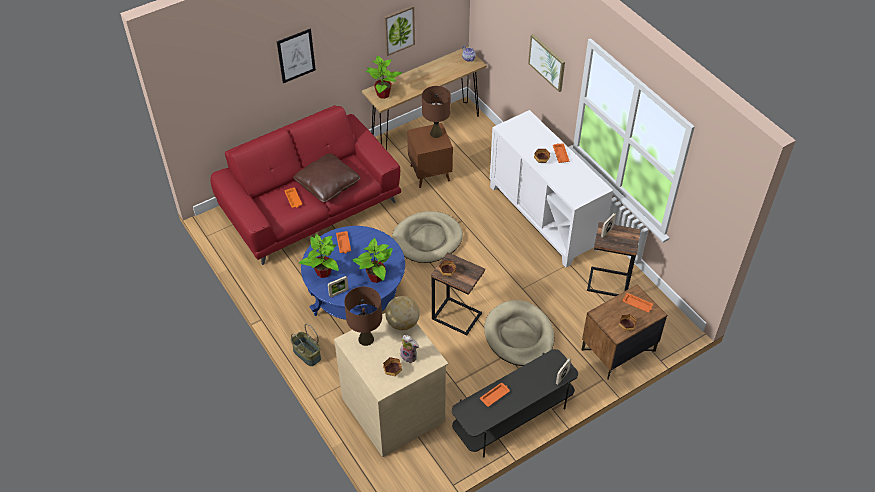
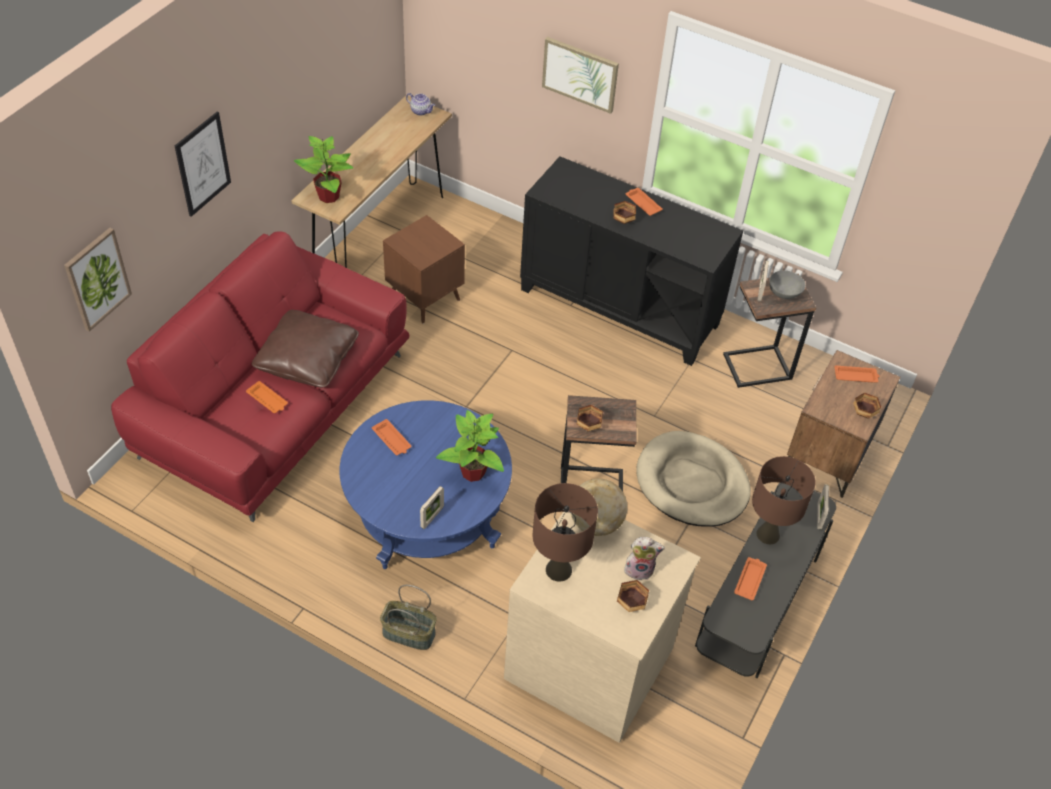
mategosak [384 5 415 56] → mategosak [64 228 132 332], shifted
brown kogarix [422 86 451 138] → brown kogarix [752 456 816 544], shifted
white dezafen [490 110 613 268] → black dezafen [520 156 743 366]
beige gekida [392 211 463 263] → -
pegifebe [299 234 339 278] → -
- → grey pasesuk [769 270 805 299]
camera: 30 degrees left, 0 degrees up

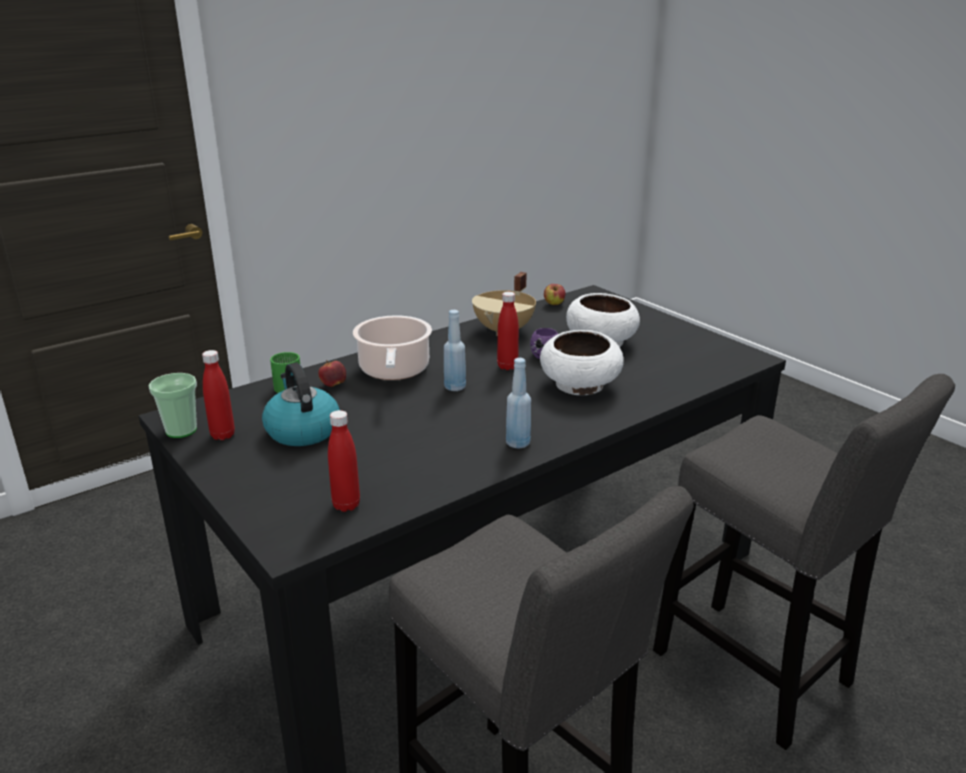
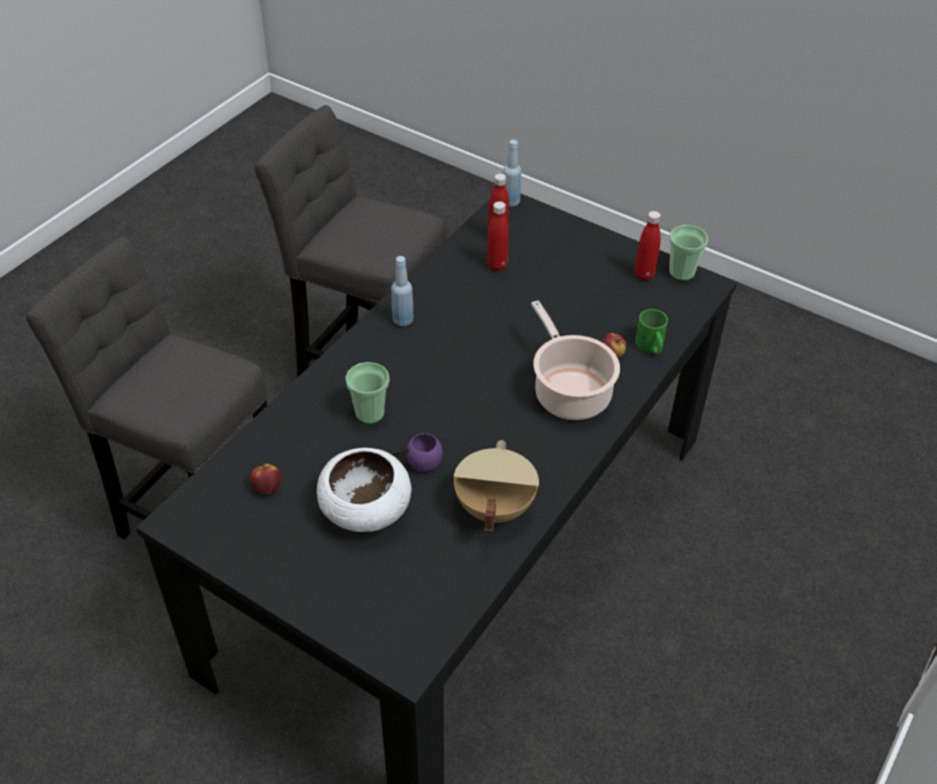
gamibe [544 284 566 305] → gamibe [250 463 281 494], shifted
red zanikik [497 292 519 370] → red zanikik [487 201 509 271], shifted
blue zanikik [444 310 466 391] → blue zanikik [503 140 521 207], shifted
white pasesuk [540 330 624 395] → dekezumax [345 362 389 424]
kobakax [262 363 340 446] → -
camera: 160 degrees right, 20 degrees up

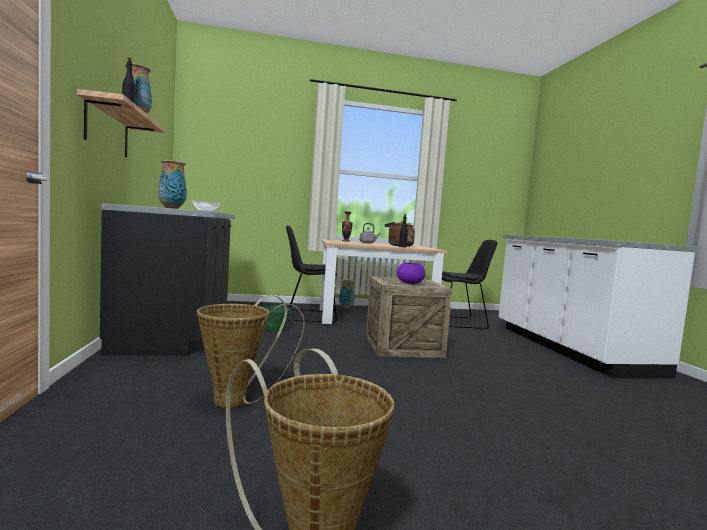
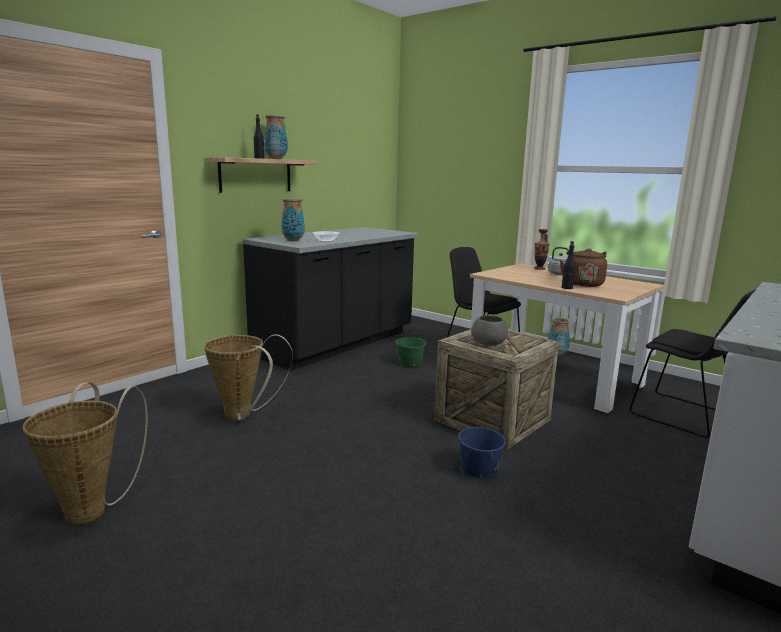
purple pasesuk [397 263 425 284] → grey pasesuk [471 315 508 346]
- → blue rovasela [458 415 506 479]
camera: 50 degrees right, 10 degrees up

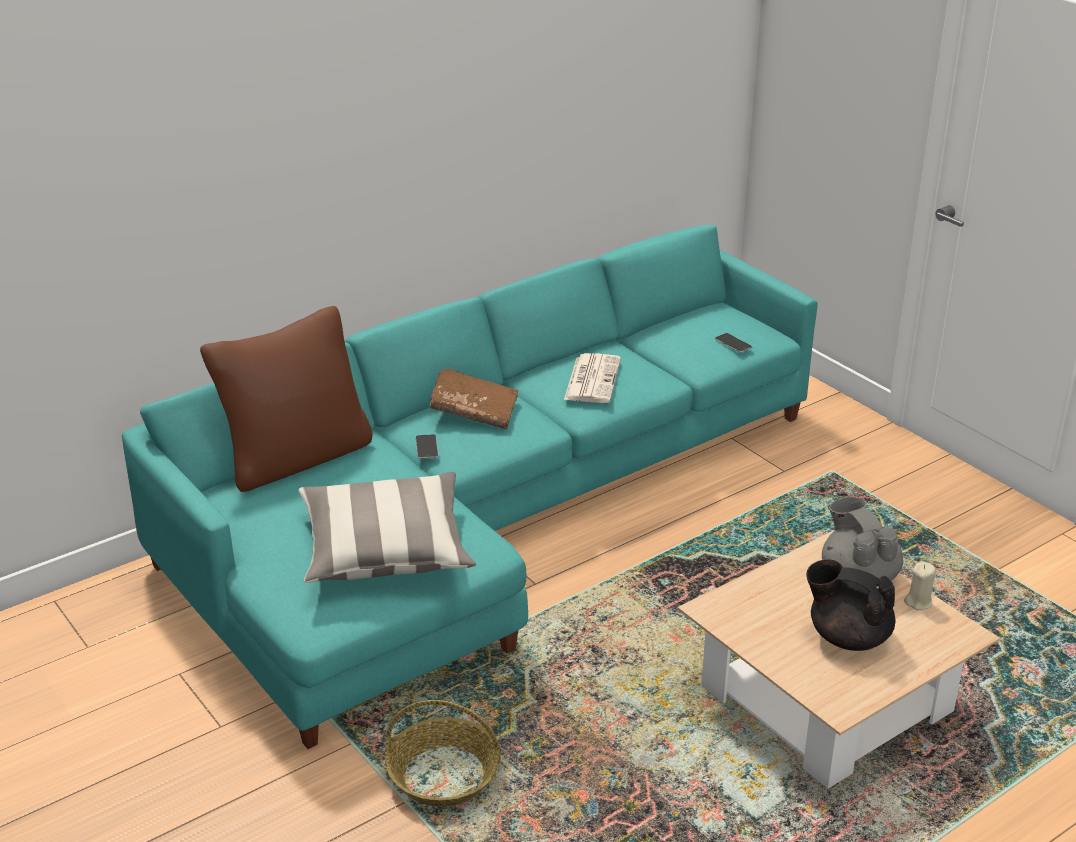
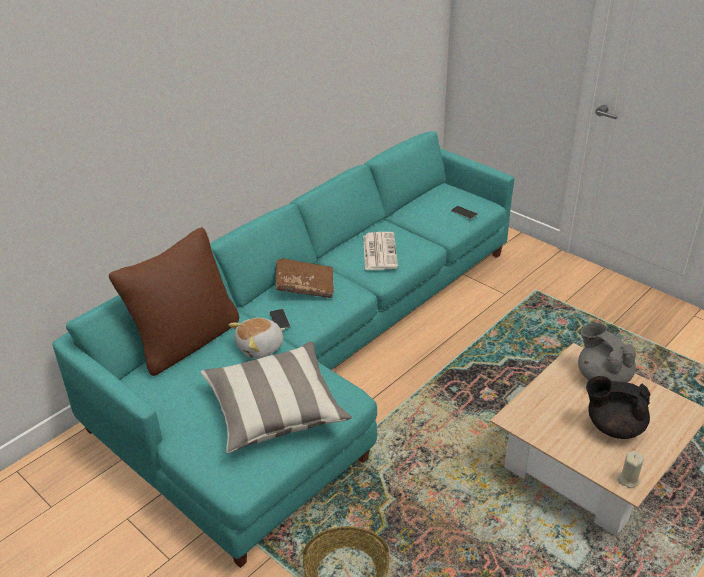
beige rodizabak [904 562 936 610] → beige rodizabak [617 451 644 488], shifted
- → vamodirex [229 318 285 359]
camera: 10 degrees left, 5 degrees up

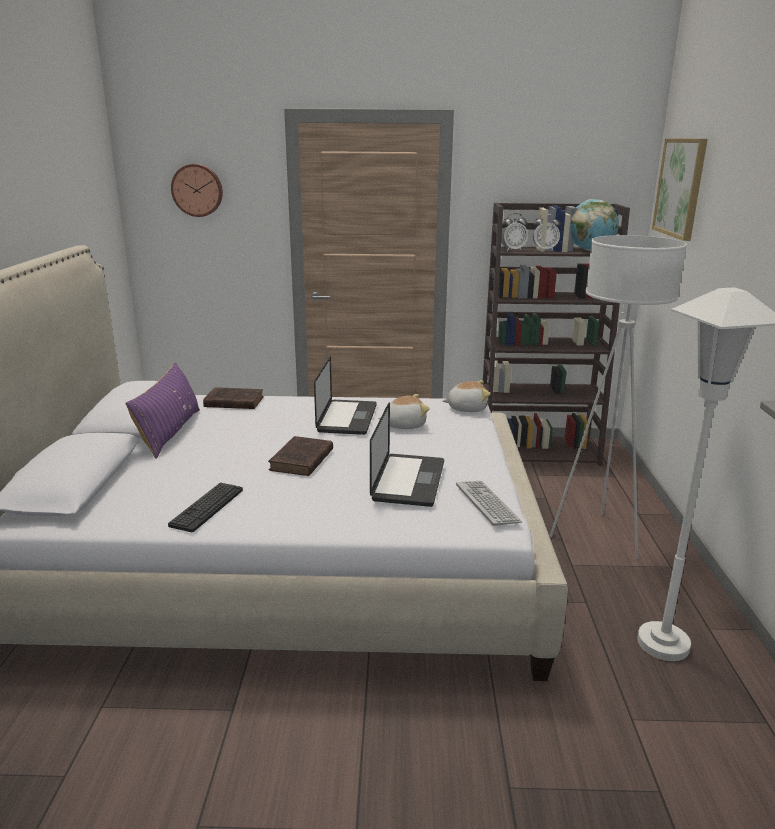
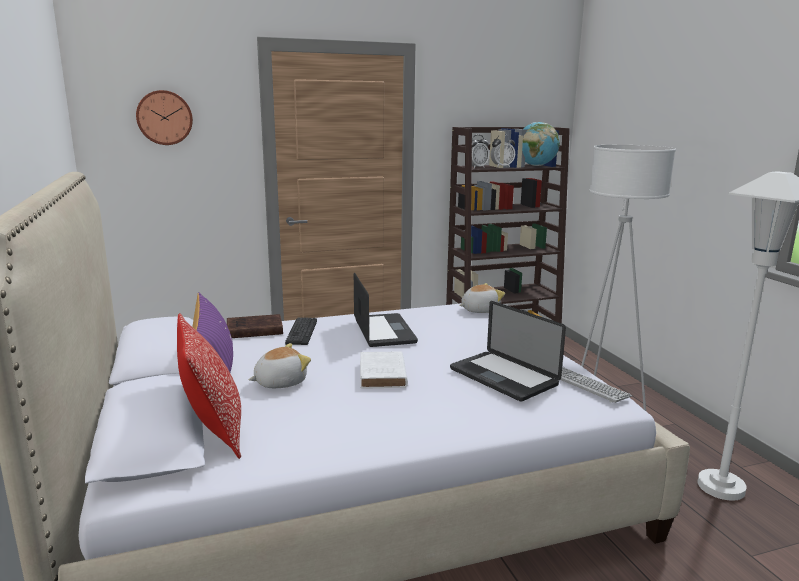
mategosak [652 138 708 241] → -
vamodirex [378 394 430 429] → vamodirex [249 343 311 388], shifted
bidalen [370 402 444 507] → bidalen [450 301 566 401], 150 degrees clockwise
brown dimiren [268 436 333 476] → white dimiren [360 351 408 389]
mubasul [168 482 243 532] → mubasul [285 318 317 345], shifted
- → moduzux [177 313 241 459]
camera: 20 degrees left, 5 degrees down

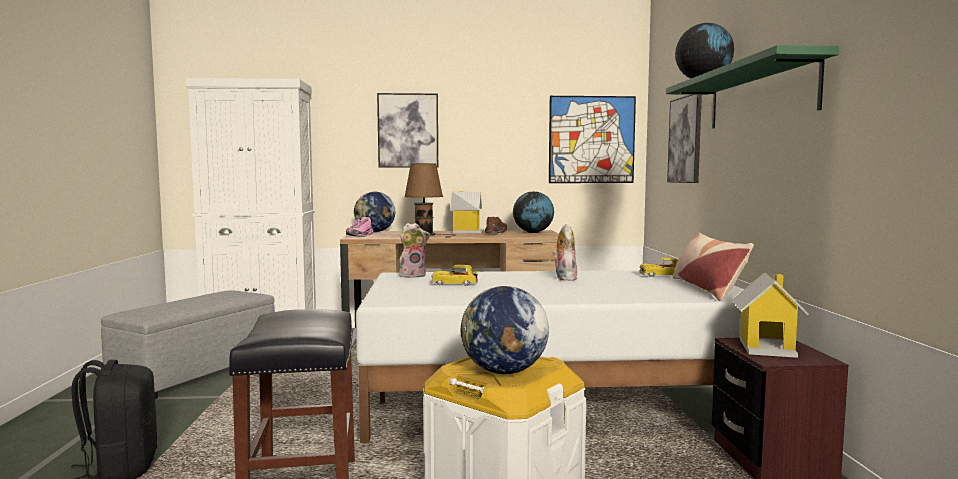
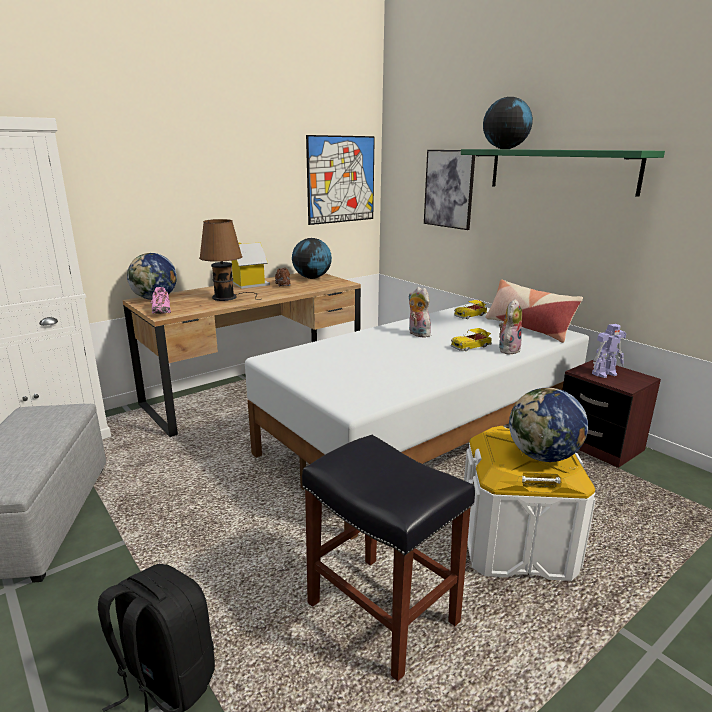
mategosak [377 93 438 168] → -
vamodirex [399 223 430 278] → vamodirex [499 299 522 355], shifted
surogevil [431 265 479 286] → surogevil [451 328 492 351], shifted
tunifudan [732 273 809 358] → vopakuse [592 324 626 378]
camera: 35 degrees left, 15 degrees up

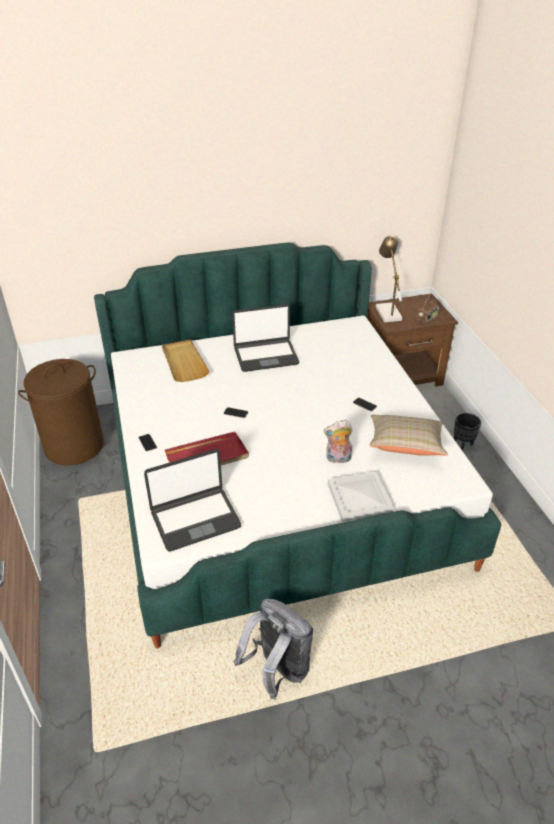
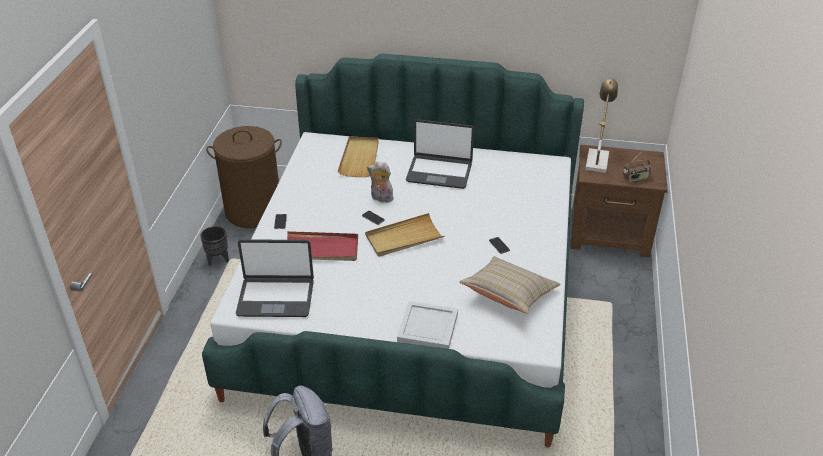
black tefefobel [454 413 481 451] → black tefefobel [200 226 229 266], shifted
vamodirex [323 420 352 463] → vamodirex [367 161 395 203], shifted
- → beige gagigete [365 213 445 257]
camera: 25 degrees right, 0 degrees up

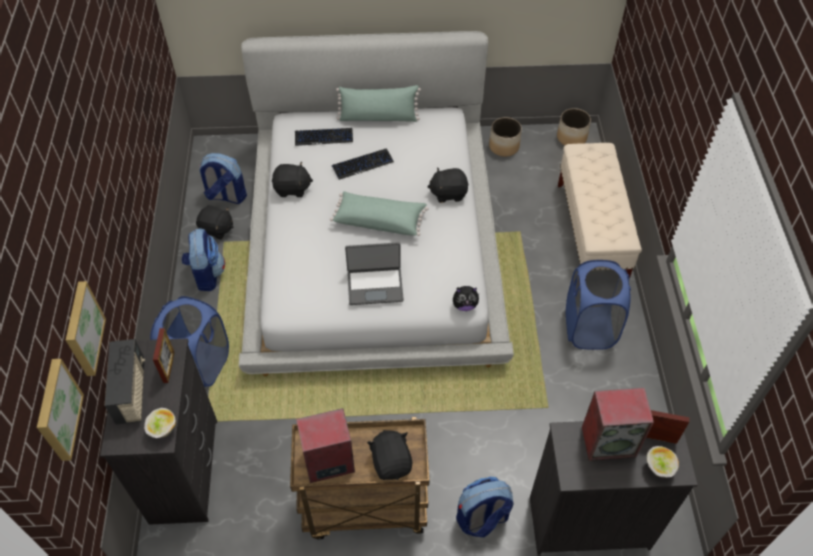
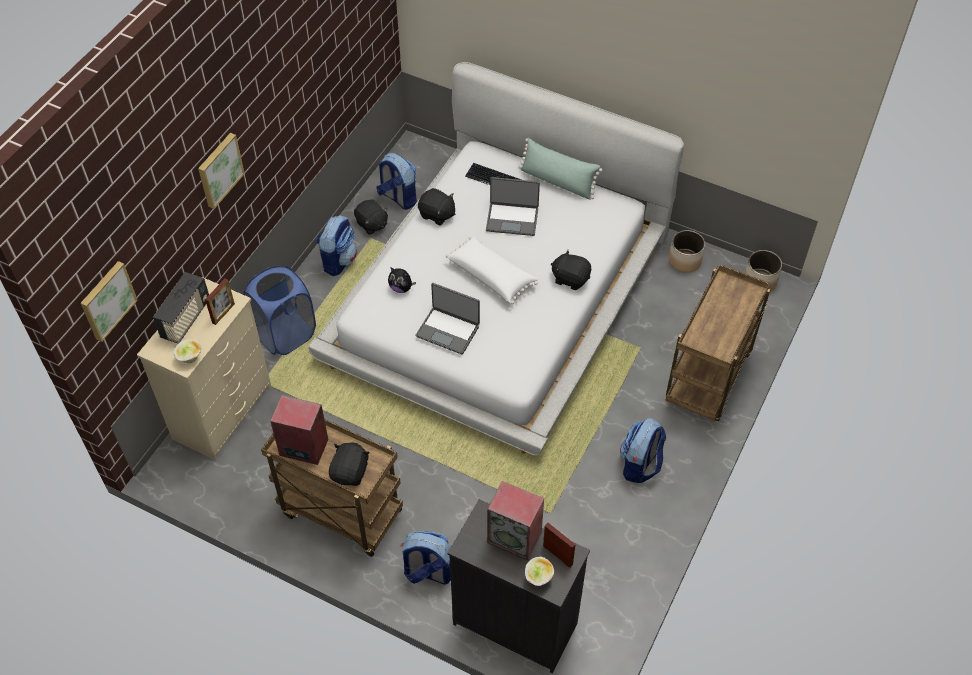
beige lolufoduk [558 143 642 279] → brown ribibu [665 264 771 421]
mubasul [332 148 394 180] → bidalen [486 177 540 236]
green moduzux [330 191 428 236] → white moduzux [446 236 538 304]
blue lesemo [566 260 631 350] → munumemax [620 418 666 483]
mategosak [66 281 106 376] → mategosak [198 133 245 209], shifted
vamodirex [453 286 480 311] → vamodirex [388 267 416 293], shifted
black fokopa [100 338 217 525] → beige fokopa [137 277 271 460]
camera: 30 degrees right, 0 degrees up

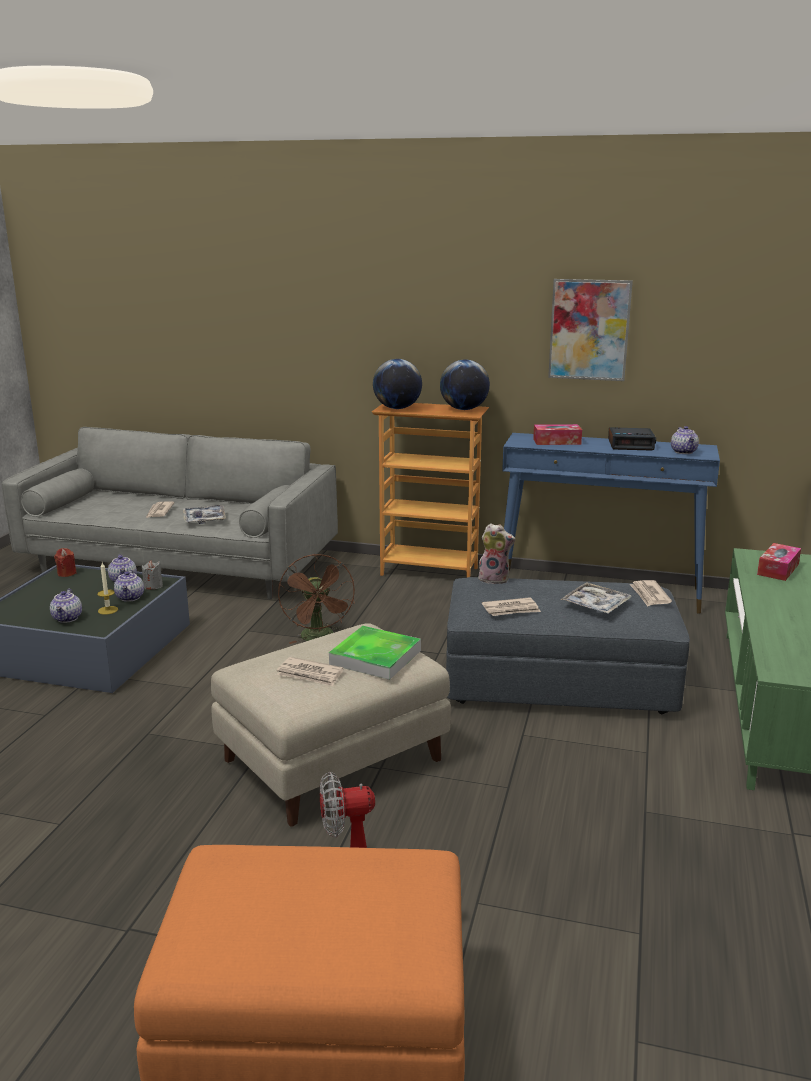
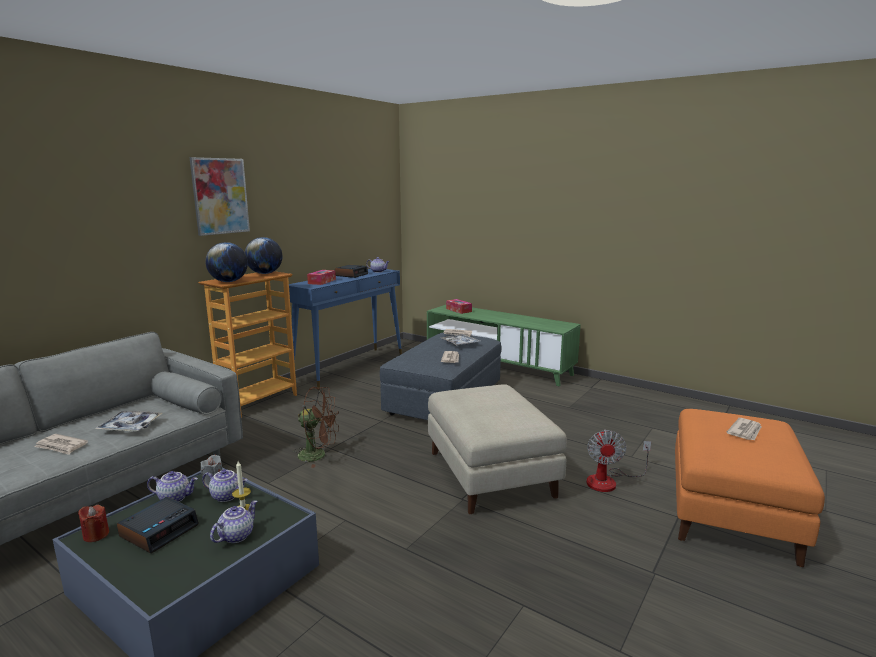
mategosak [548 279 633 381] → mategosak [190 157 250 236], shifted
vamodirex [477 523 516 584] → -
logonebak [50 589 82 623] → logonebak [210 501 257 543], 75 degrees counterclockwise
gagigete [329 626 421 680] → -
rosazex [277 657 344 687] → rosazex [726 418 761 440], shifted
- → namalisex [117 497 199 553]
camera: 70 degrees left, 5 degrees down

